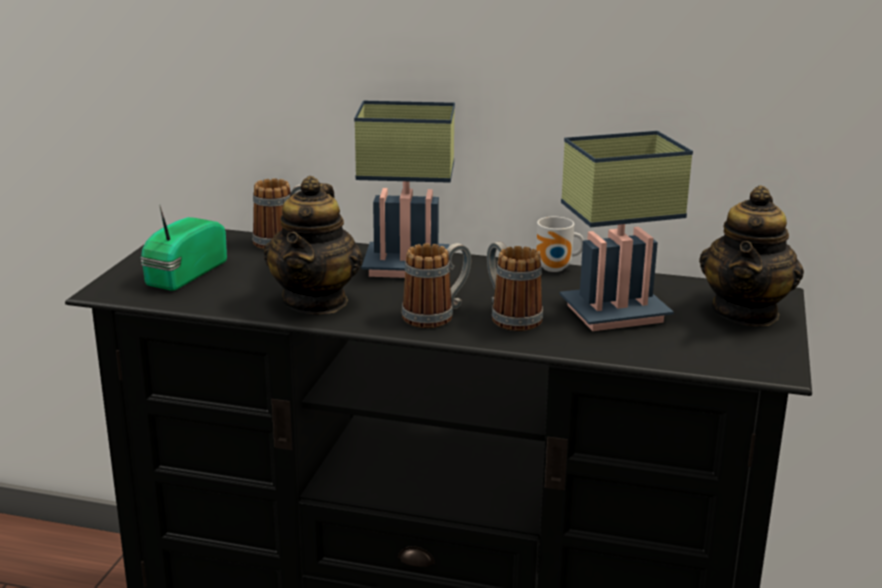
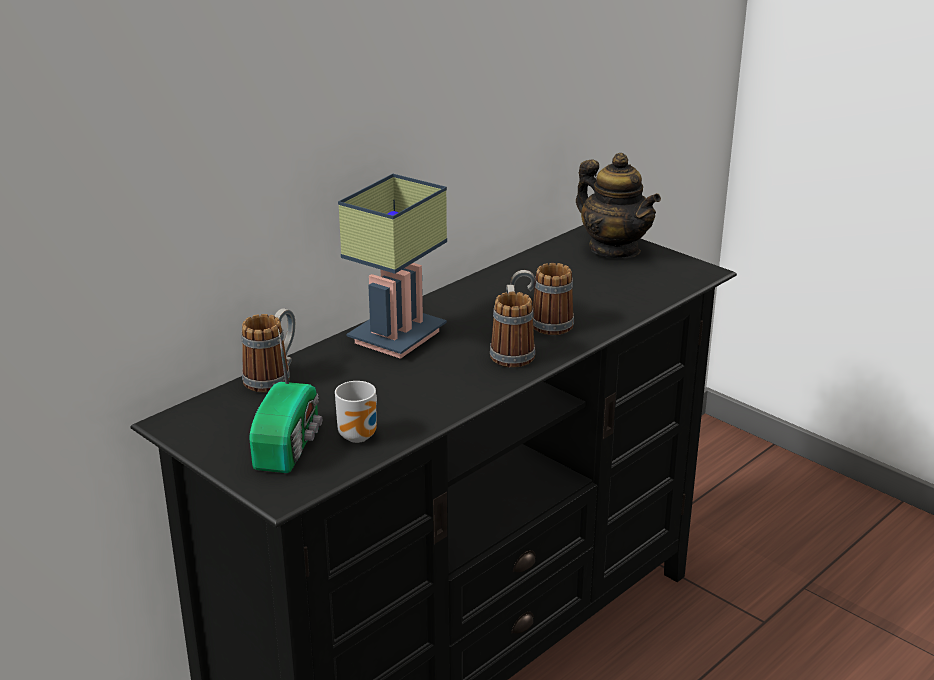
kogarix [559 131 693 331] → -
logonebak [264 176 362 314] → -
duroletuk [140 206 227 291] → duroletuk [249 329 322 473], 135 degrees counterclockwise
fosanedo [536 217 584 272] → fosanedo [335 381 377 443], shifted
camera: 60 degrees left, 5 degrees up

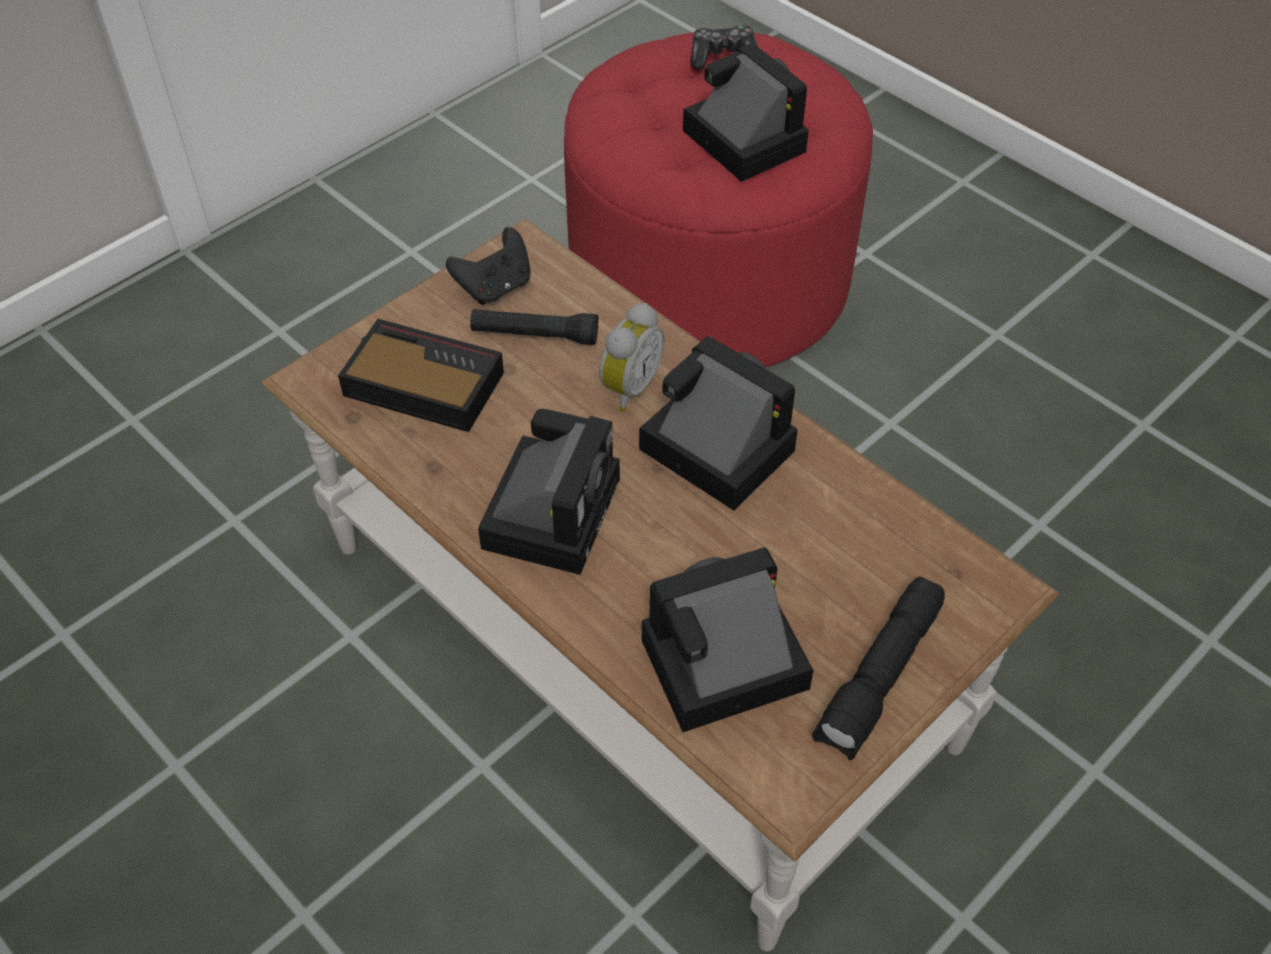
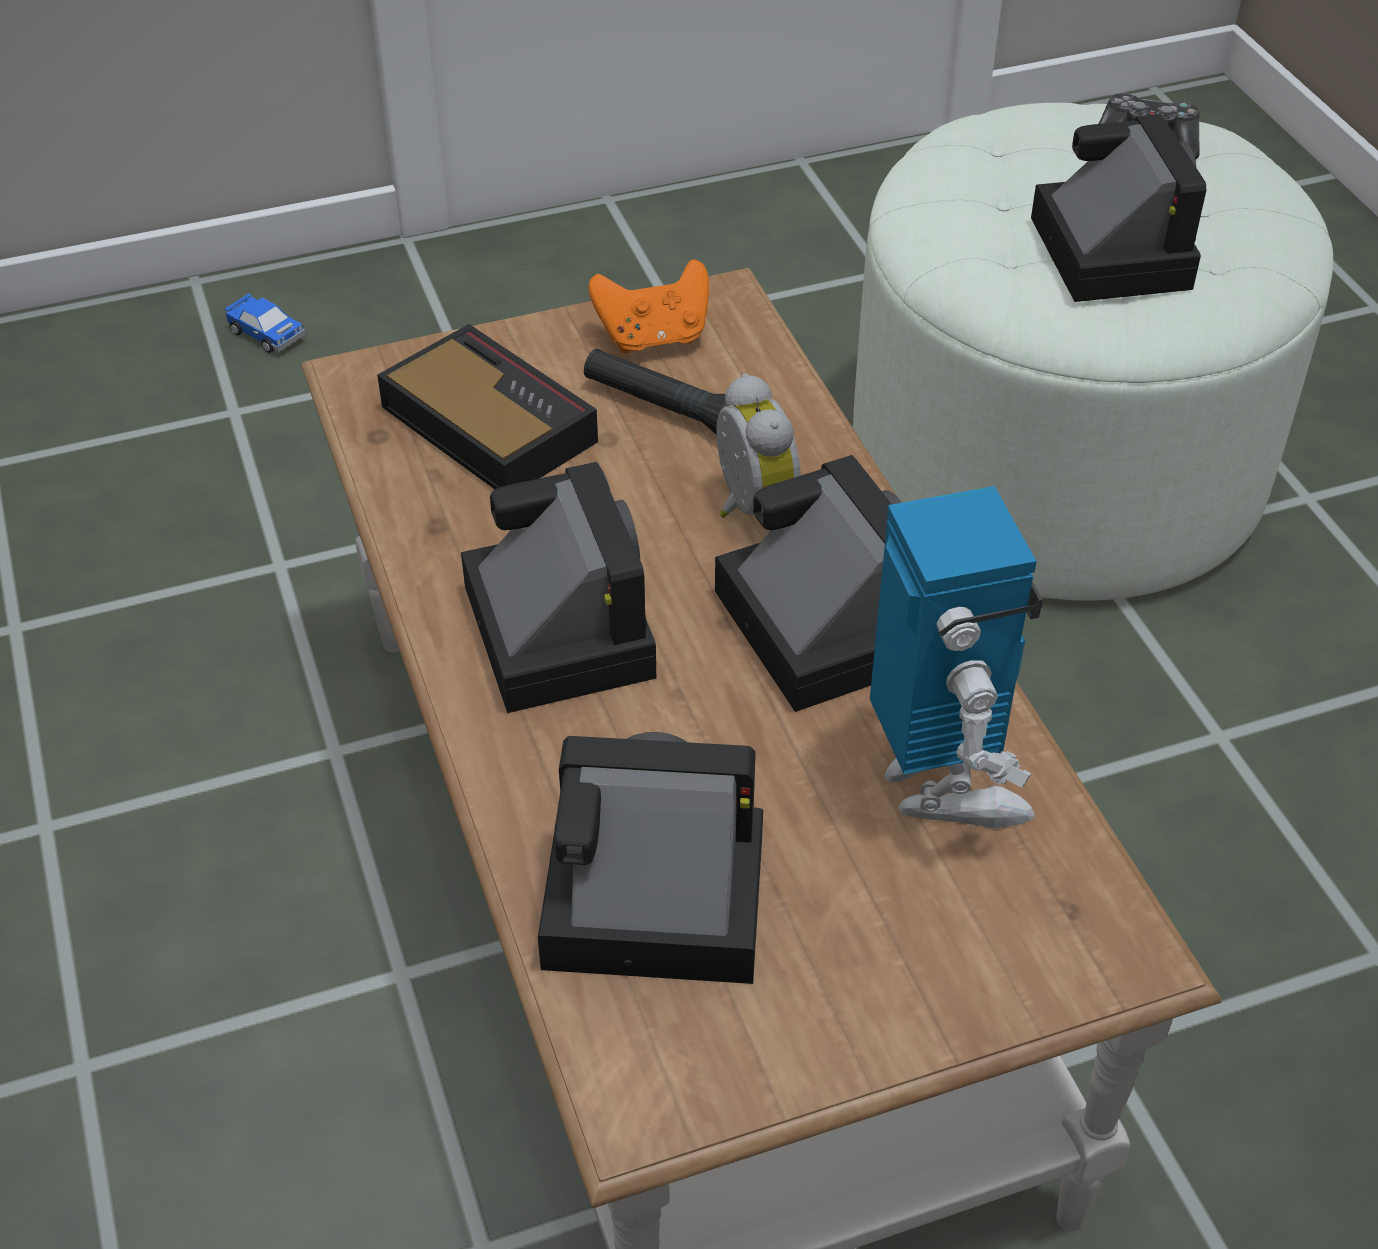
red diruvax [564 32 873 367] → white diruvax [853 103 1333 601]
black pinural [446 227 531 305] → orange pinural [588 259 709 353]
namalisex [599 303 665 412] → namalisex [716 373 801 518], 75 degrees counterclockwise
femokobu [478 409 620 575] → femokobu [461 462 656 713], 60 degrees counterclockwise
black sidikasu [813 577 945 760] → -
- → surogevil [225 293 306 353]
- → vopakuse [870 486 1043 829]
camera: 25 degrees right, 5 degrees down

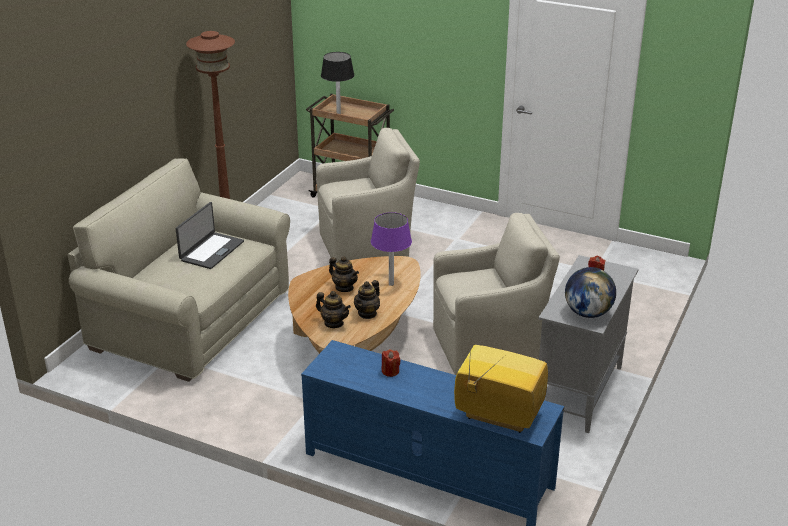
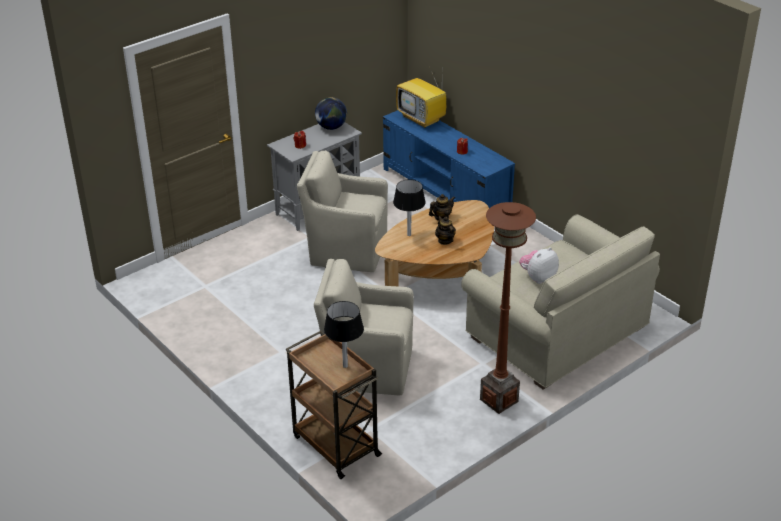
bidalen [176 202 244 269] → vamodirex [519 247 559 284]
purple kogarix [371 212 412 286] → black kogarix [393 179 426 236]
logonebak [316 291 351 328] → -
camera: 155 degrees left, 5 degrees up

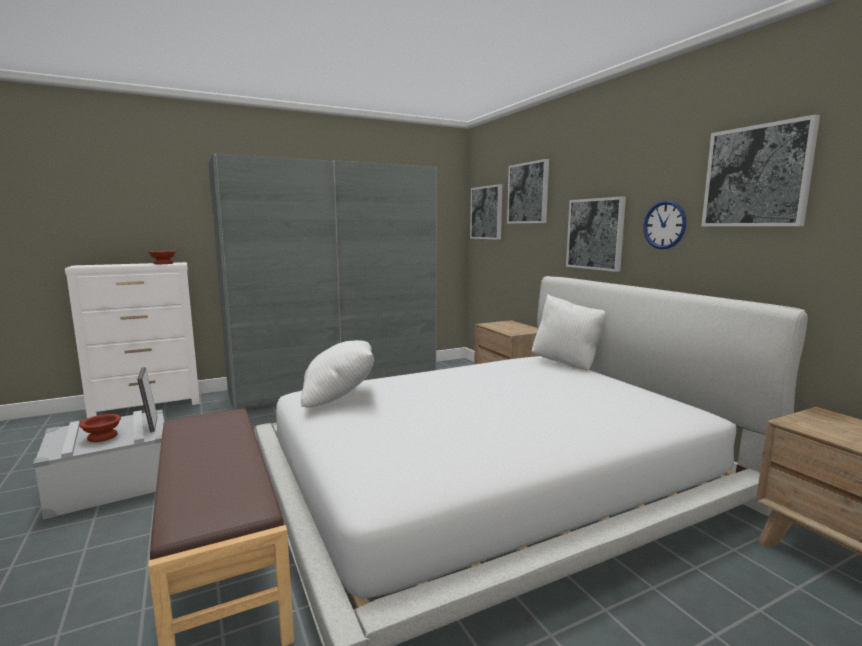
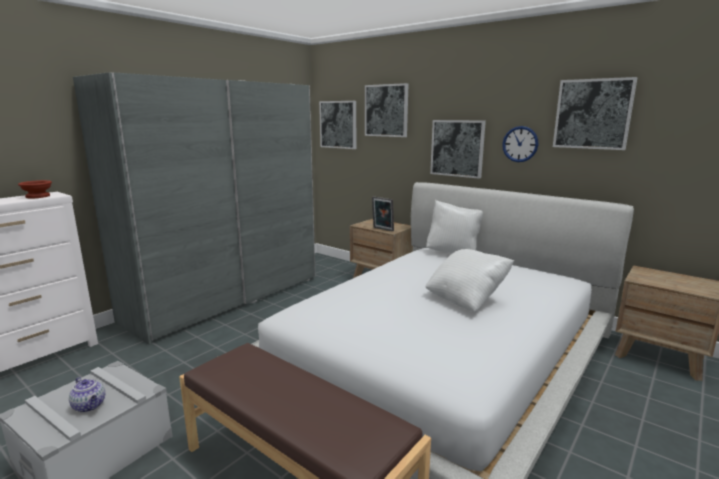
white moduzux [301 340 374 408] → white moduzux [425 249 515 312], shifted
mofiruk [137 367 157 432] → mofiruk [372 197 394 231], shifted
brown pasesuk [79 414 121 442] → logonebak [69 377 105 412]
camera: 25 degrees left, 5 degrees up

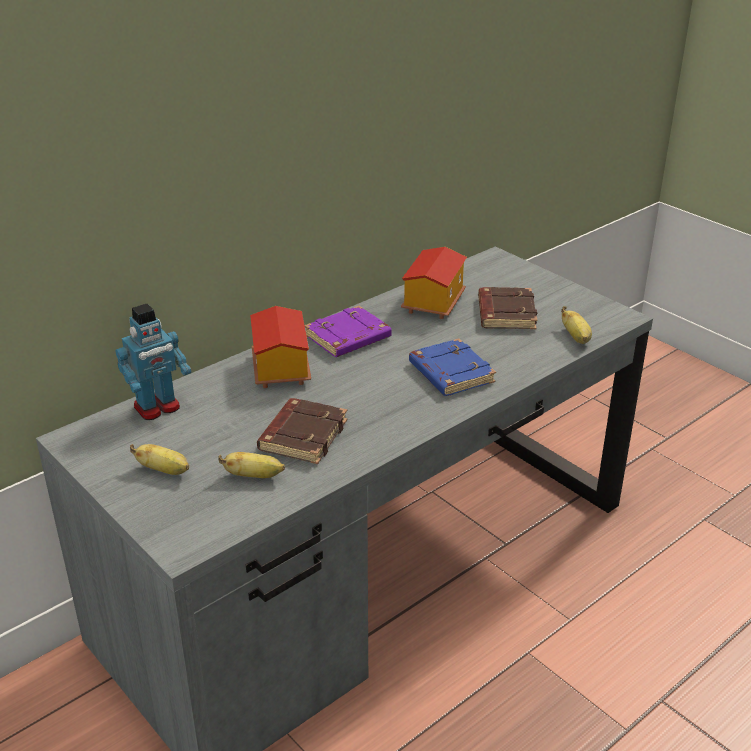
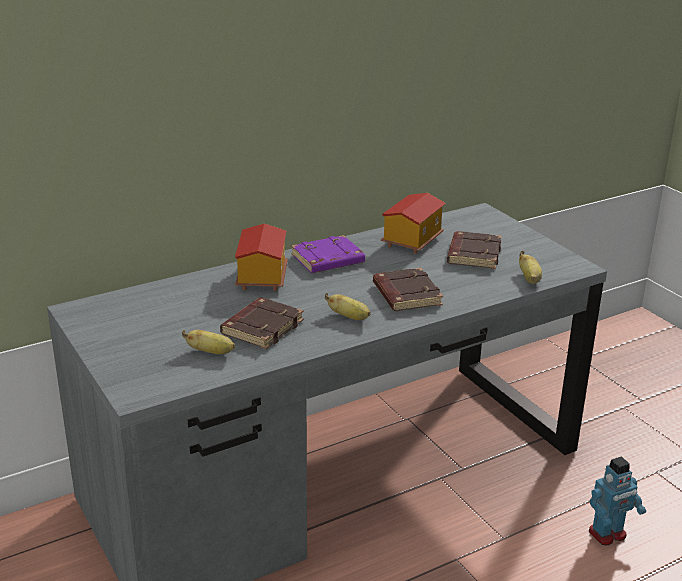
vopakuse [115 304 191 420] → vopakuse [589 456 646 546], shifted
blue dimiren [409 338 496 396] → brown dimiren [373 268 443 311]
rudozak [130 444 189 475] → rudozak [325 293 371 320], shifted
camera: 10 degrees right, 5 degrees down

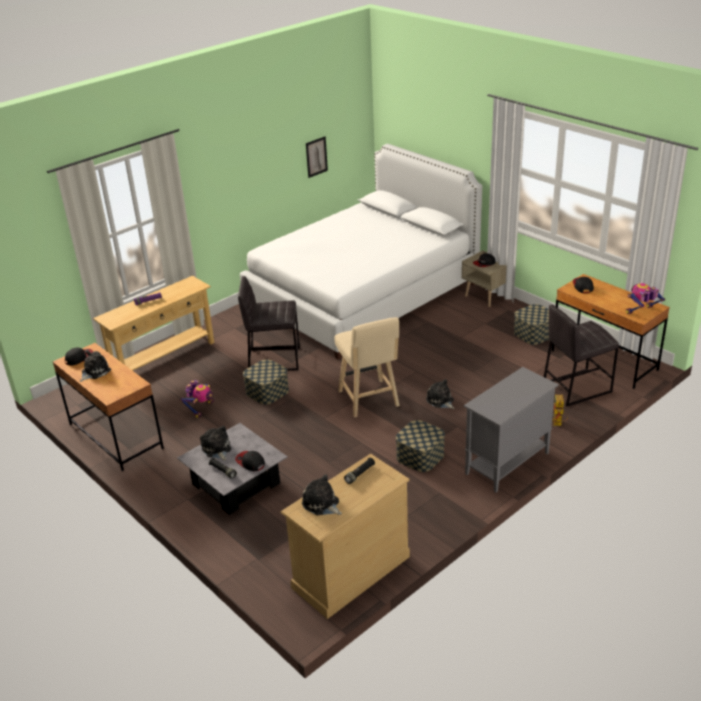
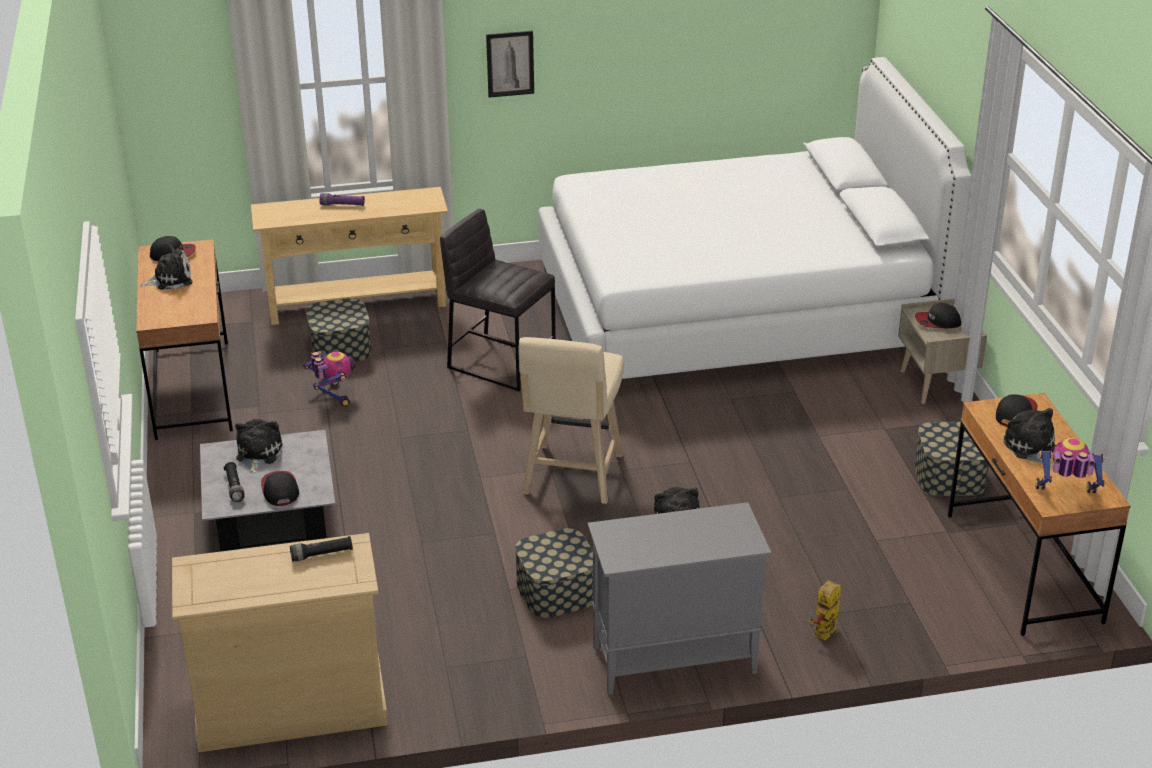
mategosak [306 136 328 178] → mategosak [486 31 534 98], shifted
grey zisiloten [544 305 619 406] → -
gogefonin [243 359 289 405] → gogefonin [305 298 372 362], shifted
vopakuse [180 380 214 418] → vopakuse [303 351 355 406], 75 degrees counterclockwise
vamodirex [302 474 342 515] → vamodirex [1004 408 1056 468], shifted
camera: 30 degrees right, 0 degrees up

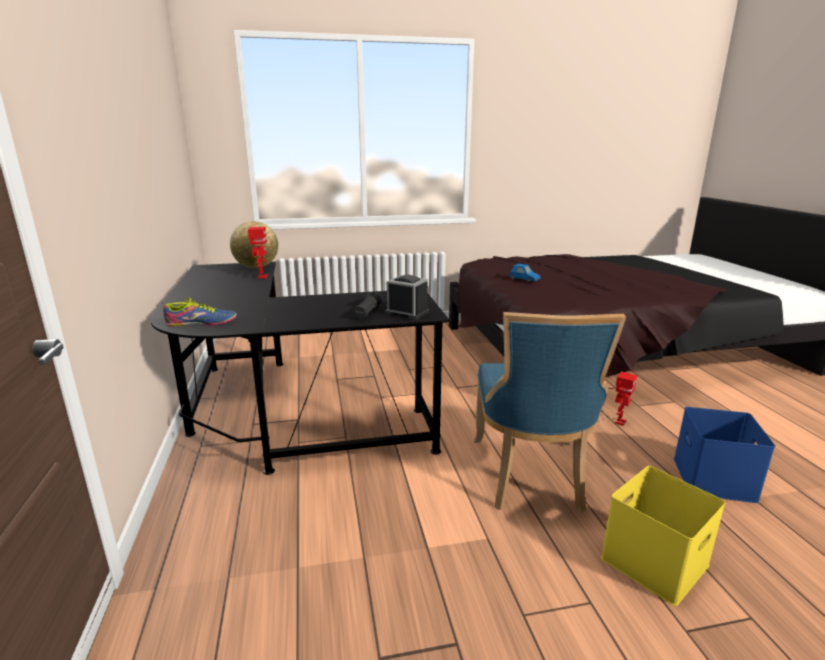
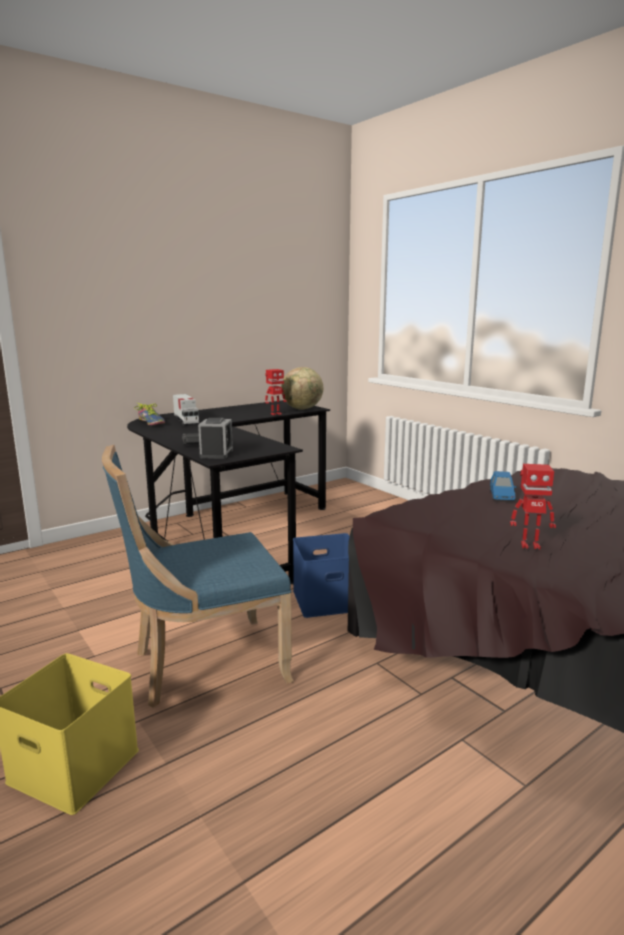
vopakuse [615 372 637 426] → vopakuse [510 464 556 549], shifted
blue gogefonin [674 407 775 503] → blue gogefonin [293 533 350 618], shifted
- → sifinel [173 394 199 425]
camera: 65 degrees right, 5 degrees down

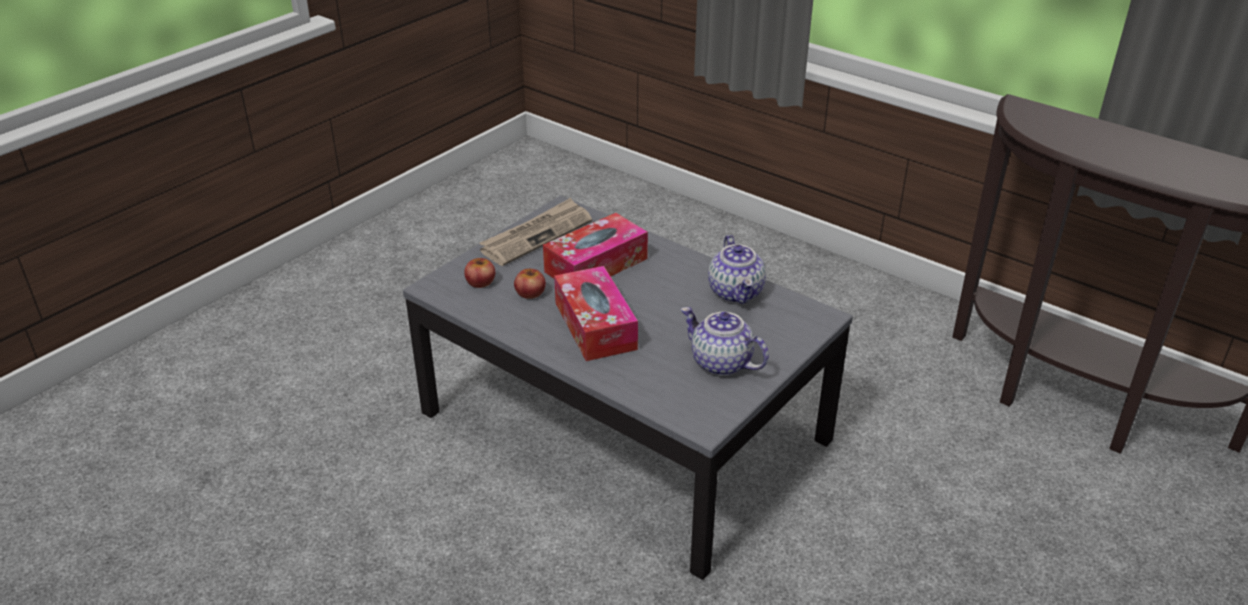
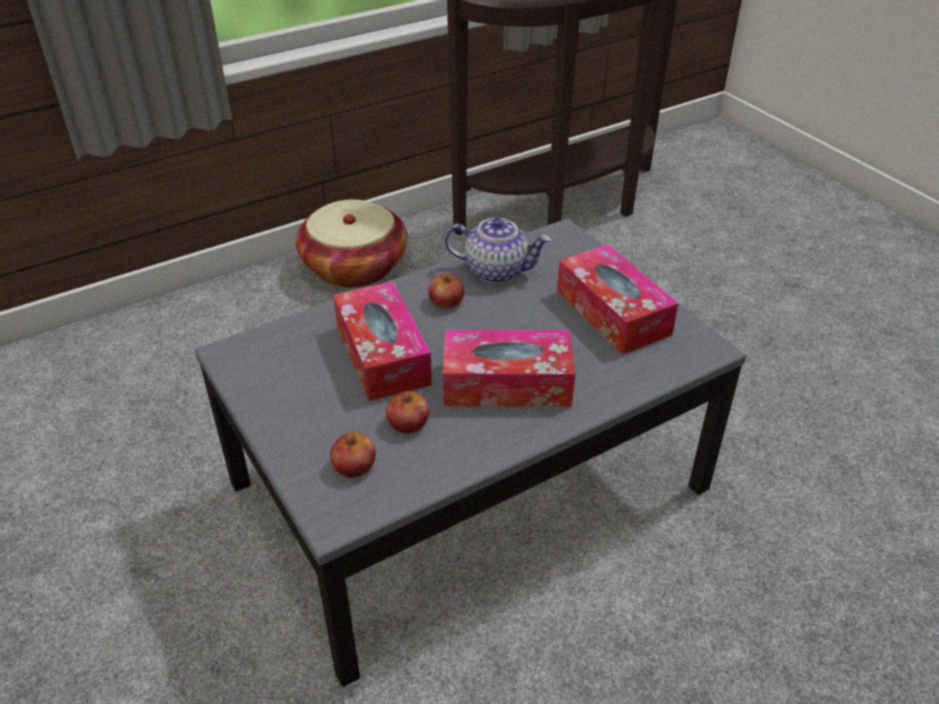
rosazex [479 198 592 266] → -
logonebak [681 307 769 376] → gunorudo [557 244 679 355]
- → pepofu [296 200 408 288]
- → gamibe [428 273 465 309]
camera: 70 degrees left, 5 degrees up

